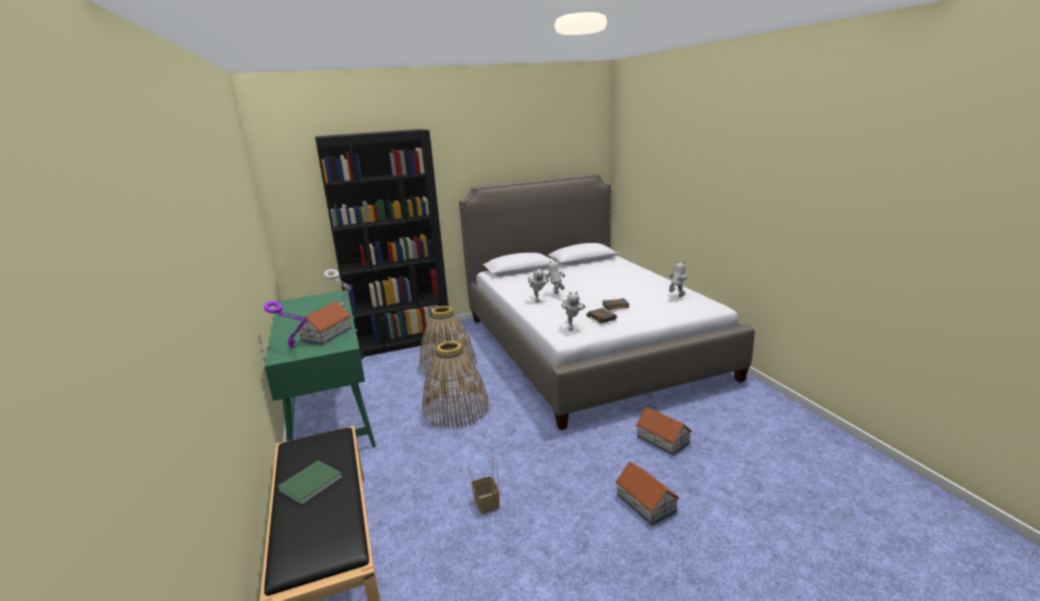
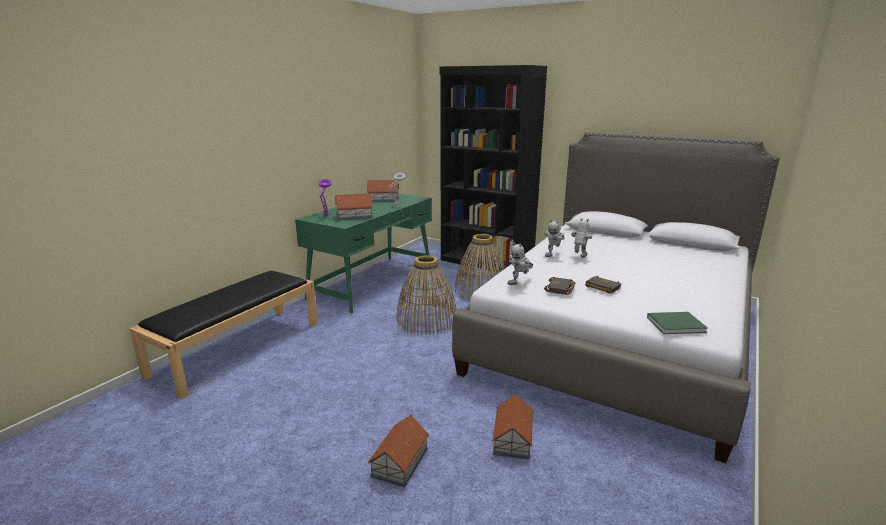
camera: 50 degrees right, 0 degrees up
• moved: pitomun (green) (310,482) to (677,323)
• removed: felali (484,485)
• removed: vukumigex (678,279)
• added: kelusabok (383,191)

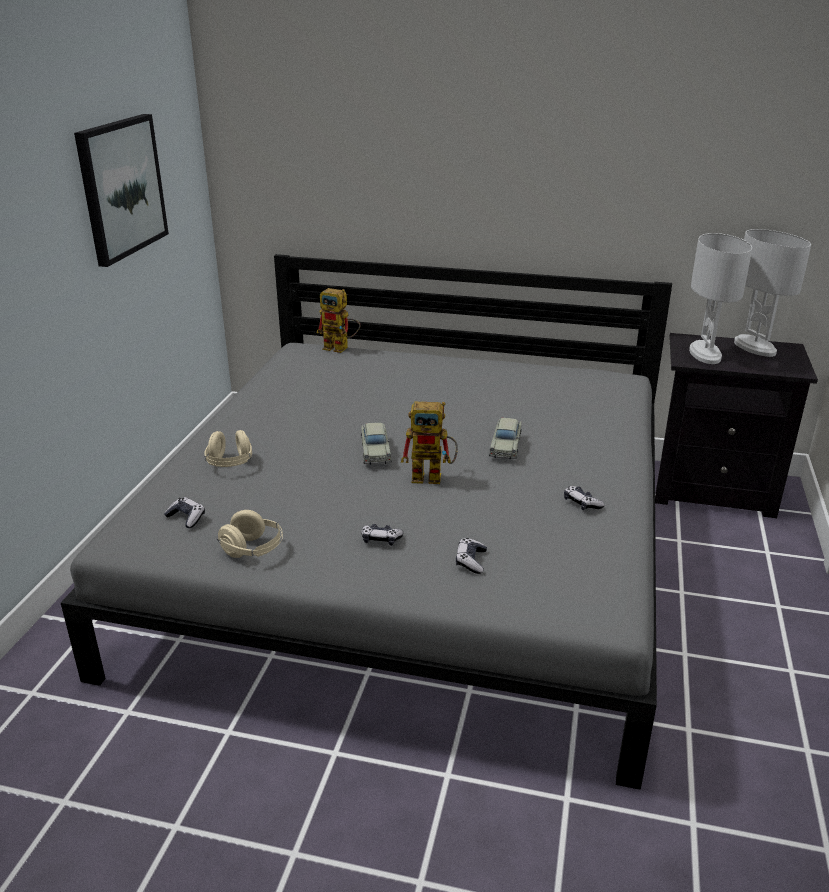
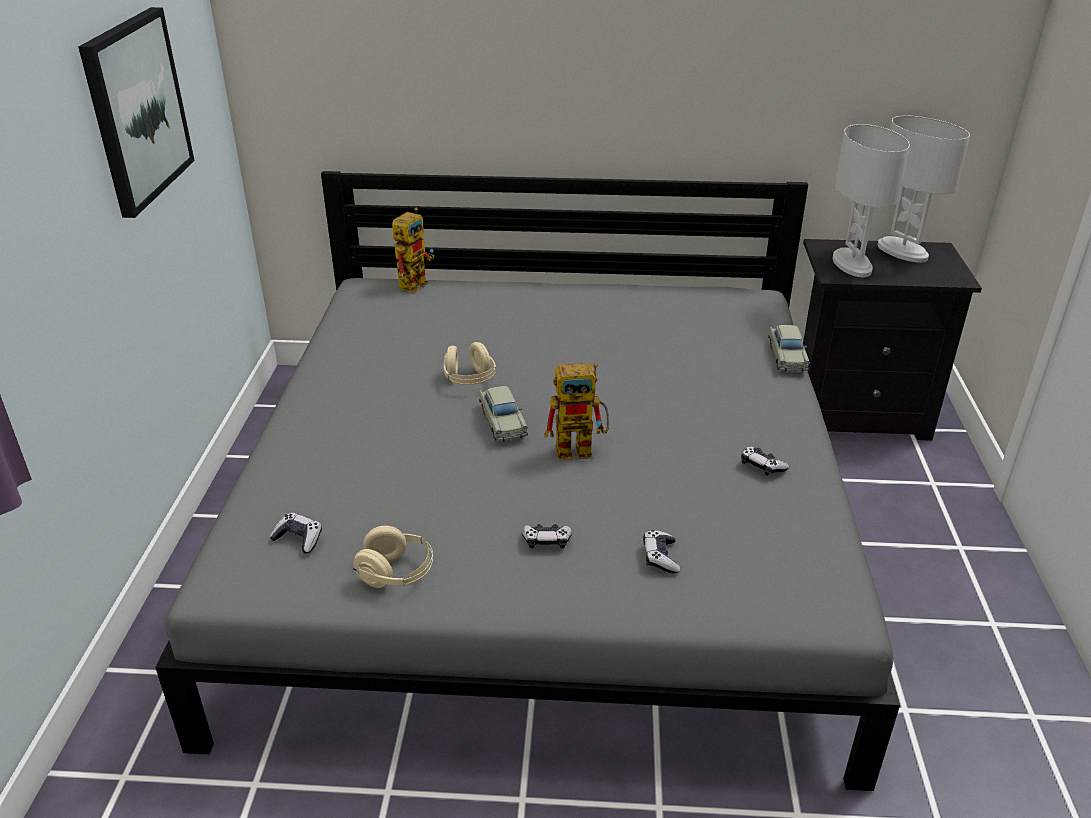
camera: 10 degrees left, 5 degrees up
• moved: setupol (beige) (228,448) to (469,363)
• turned: vukumigex (339,320) = (413,250) 75 degrees counterclockwise
• moved: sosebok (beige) (505,439) to (789,348)

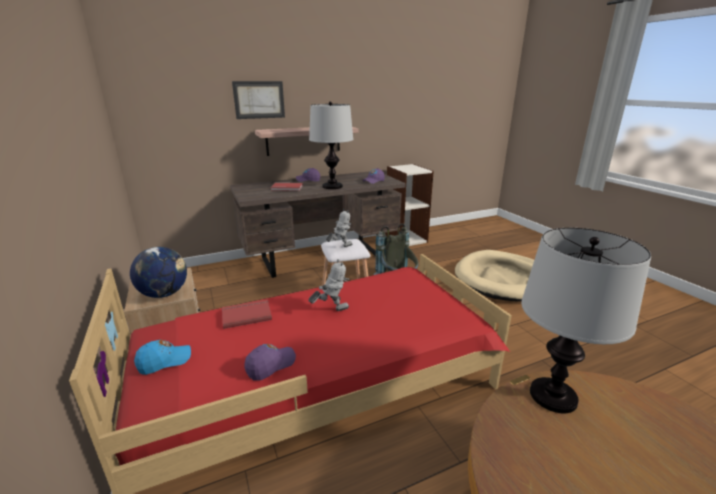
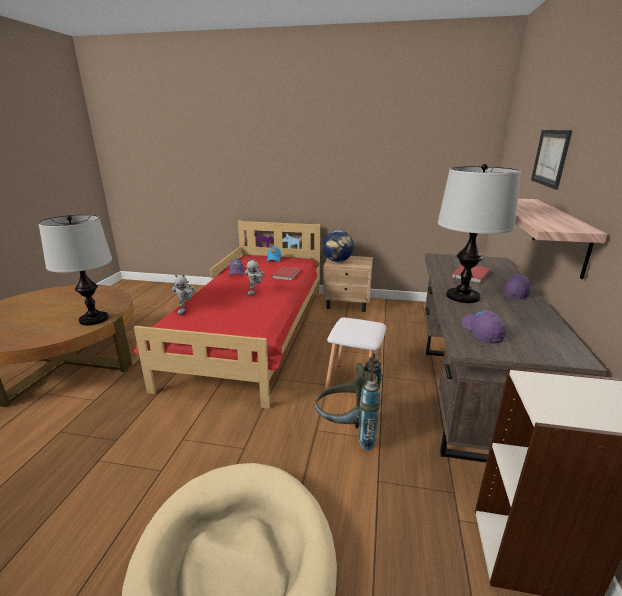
camera: 125 degrees right, 0 degrees up
• moved: vukumigex (339,228) to (183,294)

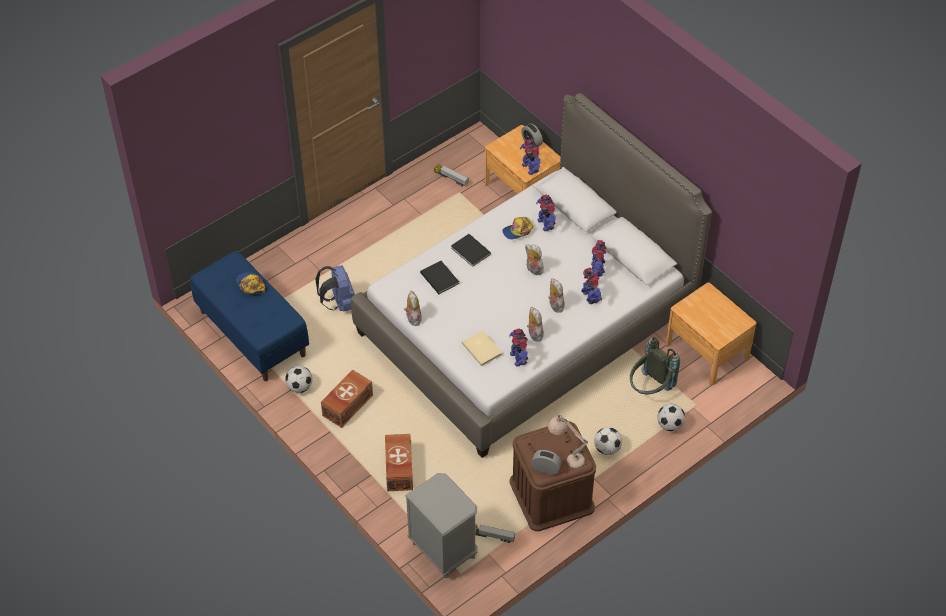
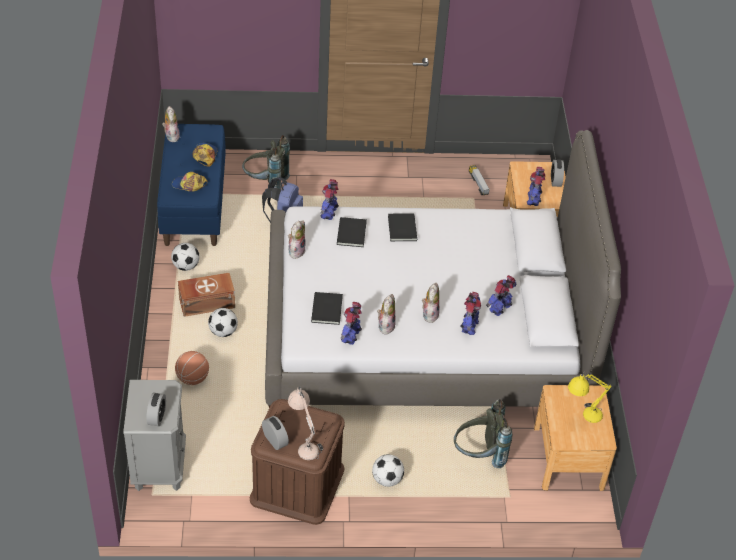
camera: 35 degrees right, 5 degrees down
• replaced: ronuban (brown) (399,462) to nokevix (192,368)
• recoloured: pitomun (beige) (482,348) to pitomun (black) (327,308)
• removed: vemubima (495,533)
• moved: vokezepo (518,228) to (190,181)
• moved: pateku (534,259) to (171,124)
• moved: vukumigex (546,212) to (330,199)
• moved: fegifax (671,417) to (223,322)
• added: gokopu (156,409)
• added: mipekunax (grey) (266,162)
• added: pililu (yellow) (590,397)

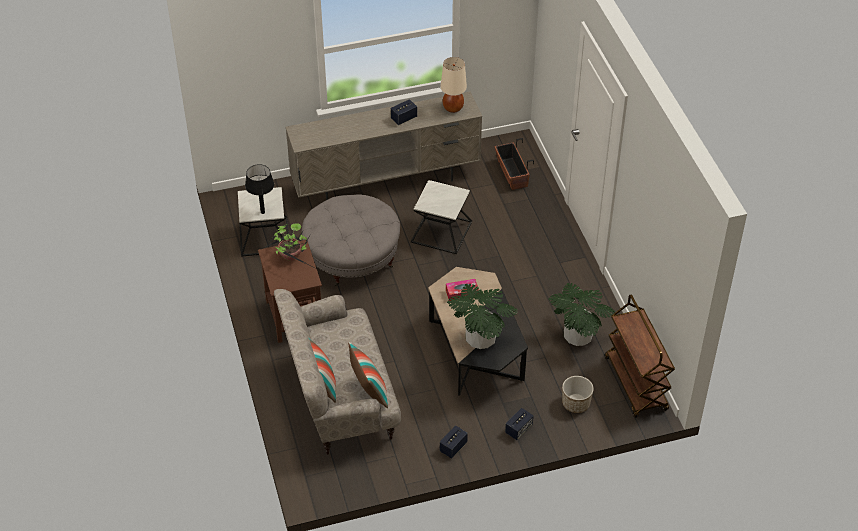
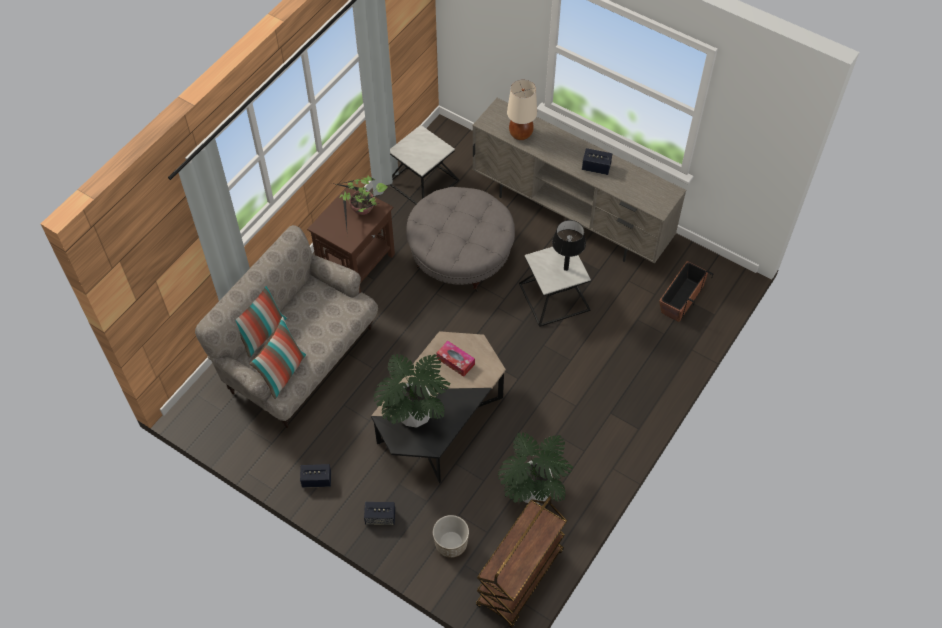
camera: 50 degrees right, 10 degrees up
• moved: pililu (black) (259,189) to (569,245)
• moved: pililu (beige) (454,85) to (522,110)

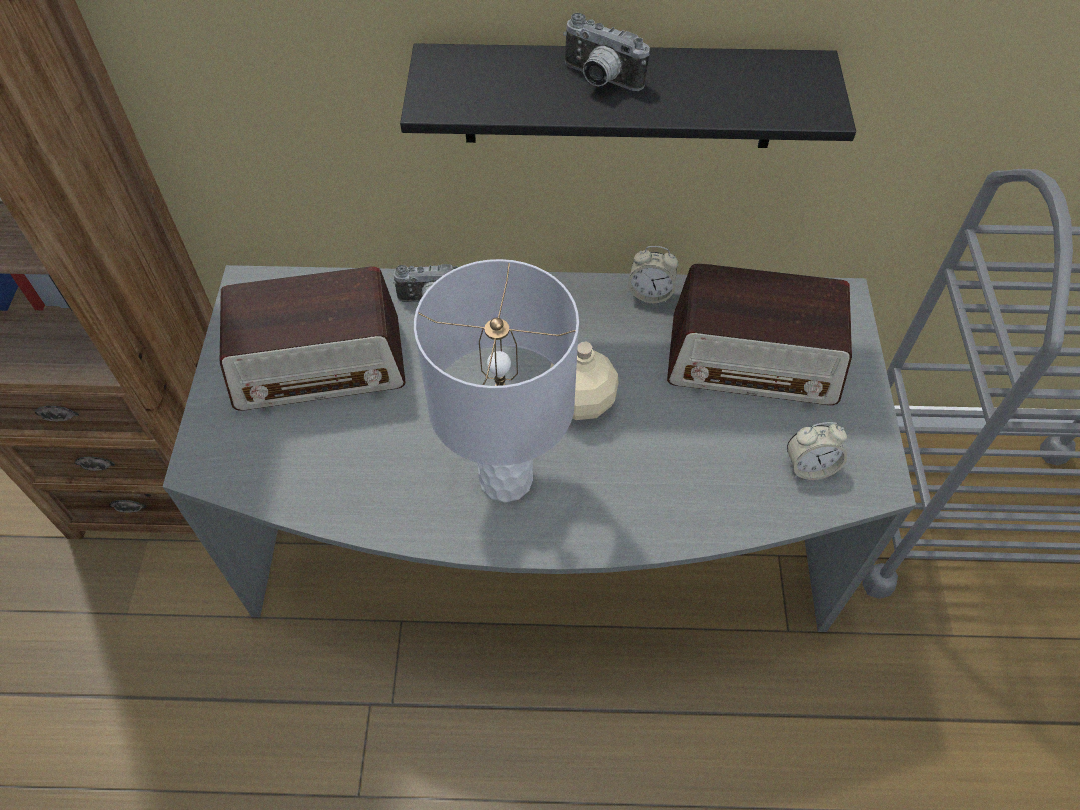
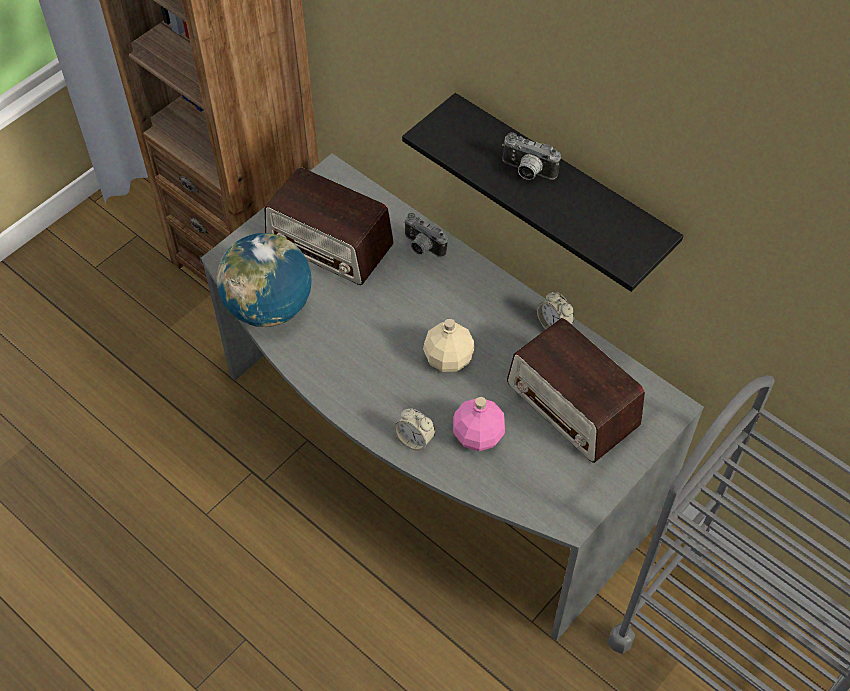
camera: 40 degrees right, 0 degrees up
• removed: pililu (grey) (496,380)
• turned: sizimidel (606,52) = (531,156) 45 degrees counterclockwise
• moved: gokopu (817,451) to (414,429)
• added: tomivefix (263,280)
• added: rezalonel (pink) (479,424)

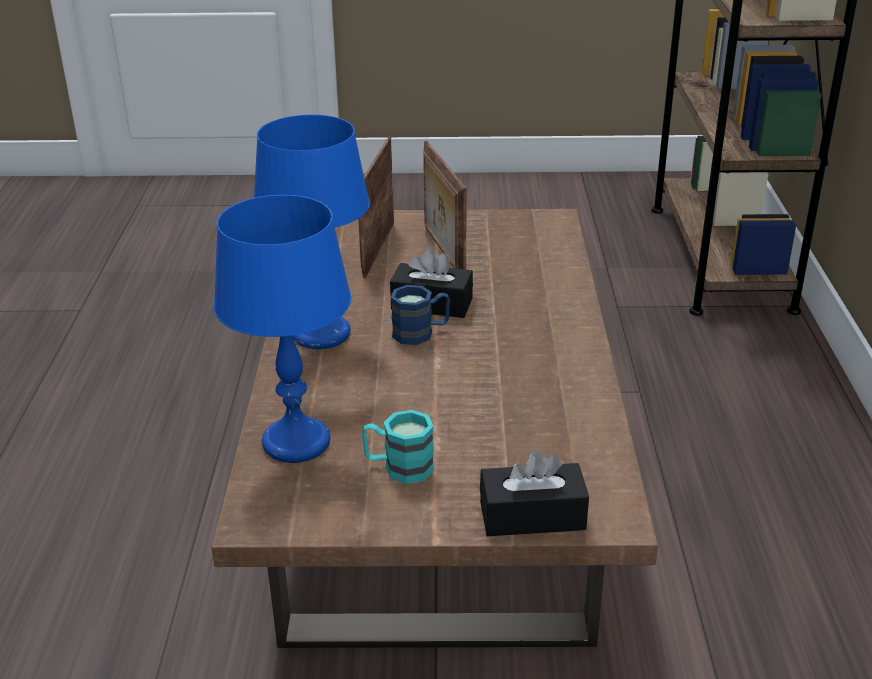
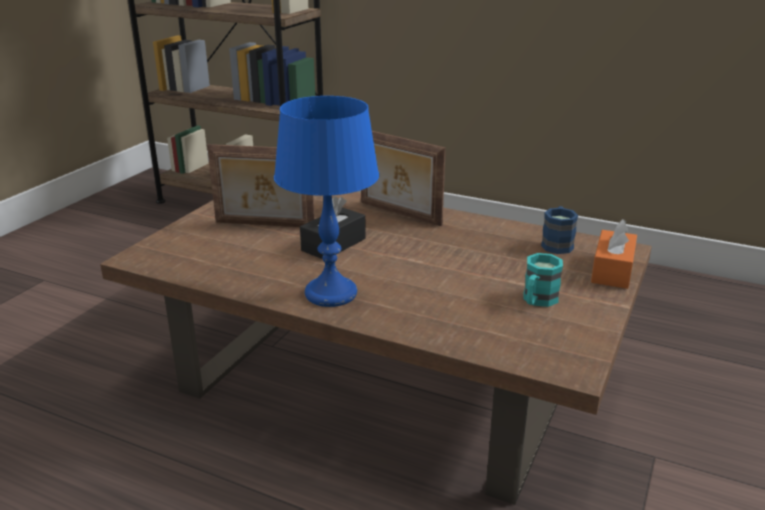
camera: 65 degrees left, 5 degrees down
• removed: pililu (blue) (282,329)
• moved: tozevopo (376,207) to (403,178)
• moved: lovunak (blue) (420,315) to (559,230)
• recoloured: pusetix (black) (534,493) to pusetix (orange) (614,254)

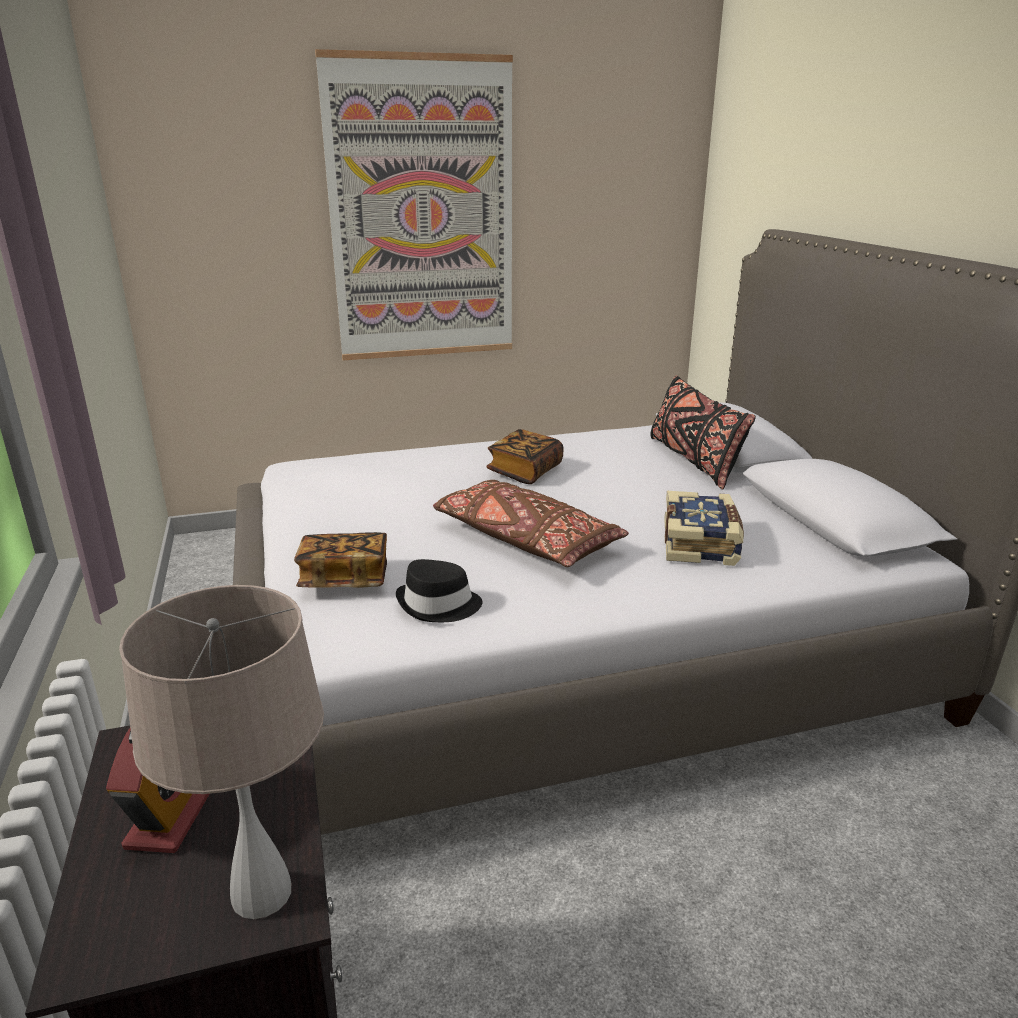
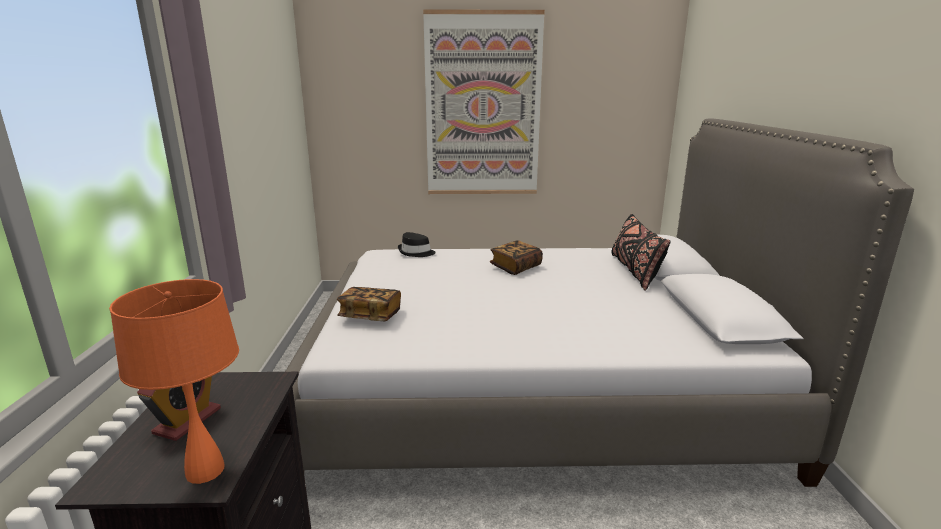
camera: 15 degrees right, 5 degrees down
• recoloured: pililu (beige) (221,752) to pililu (orange) (174,381)
• moved: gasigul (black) (439,590) to (417,244)
• removed: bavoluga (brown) (531,523)
• removed: pitomun (704,528)

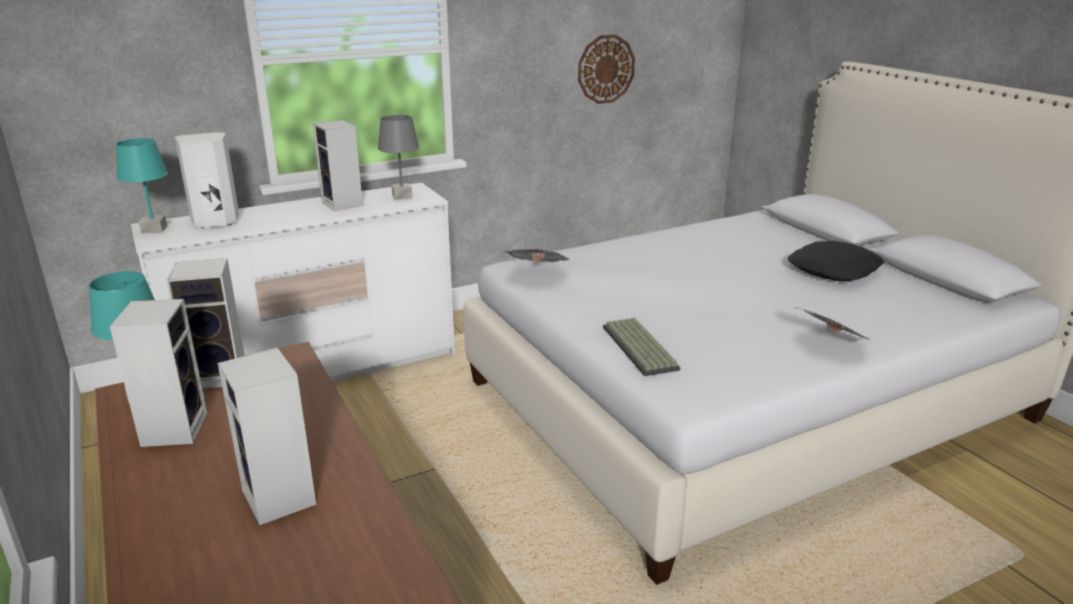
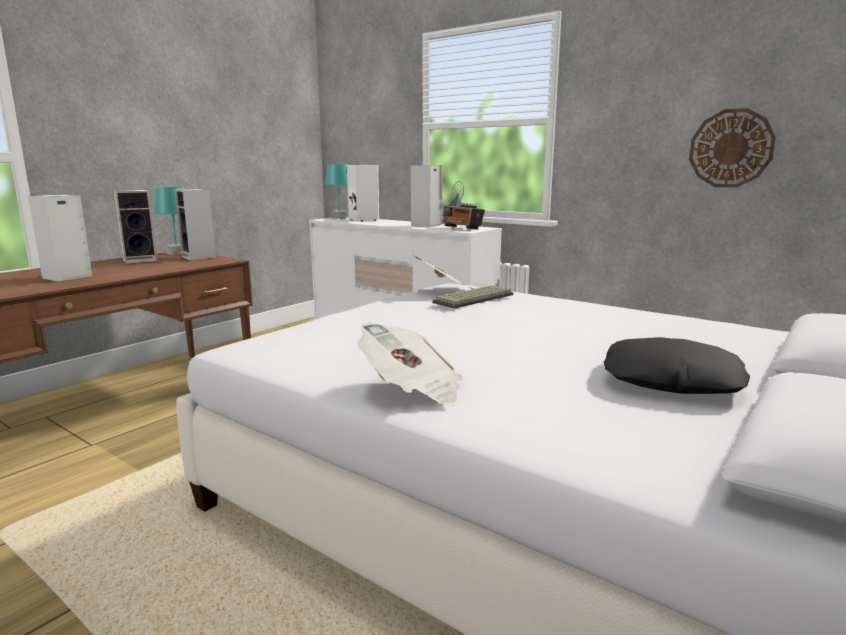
camera: 65 degrees right, 10 degrees down
• replaced: pililu (grey) (398,157) to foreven (463,205)
• moved: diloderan (641,347) to (472,297)

